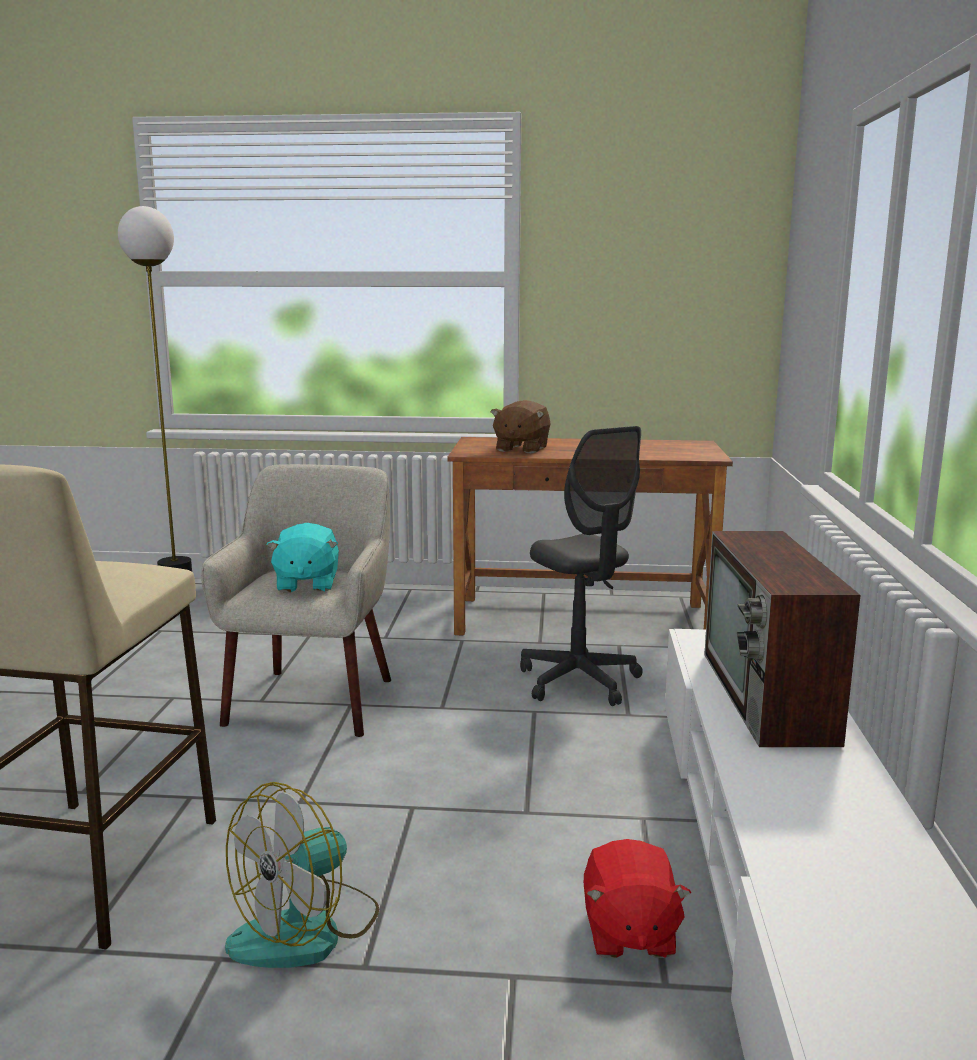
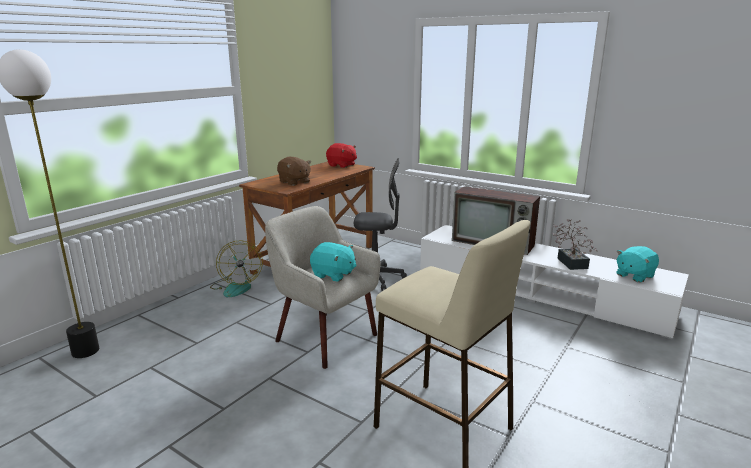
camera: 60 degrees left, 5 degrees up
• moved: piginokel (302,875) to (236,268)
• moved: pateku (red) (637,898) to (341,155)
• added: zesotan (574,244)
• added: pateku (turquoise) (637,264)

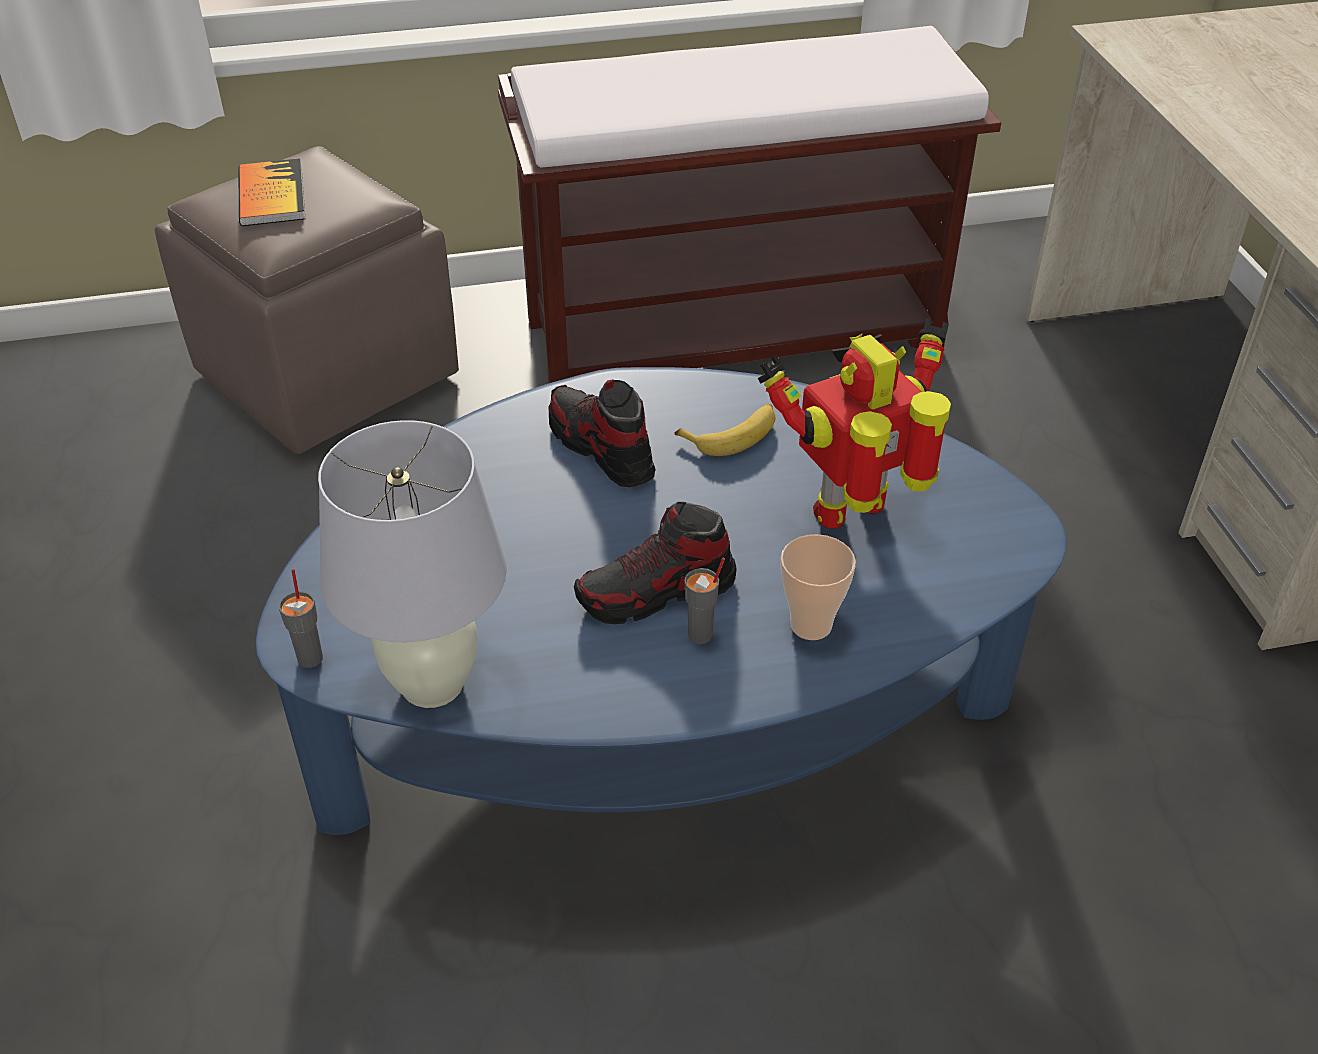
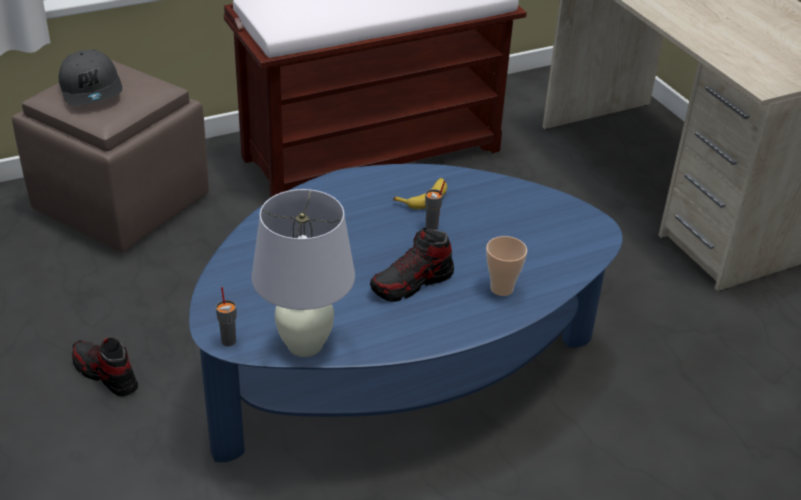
camera: 15 degrees left, 5 degrees down
• replaced: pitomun (271,192) to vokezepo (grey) (90,77)
• moved: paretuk (602,433) to (105,367)
• moved: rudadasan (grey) (704,601) to (435,205)
• removed: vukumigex (854,423)

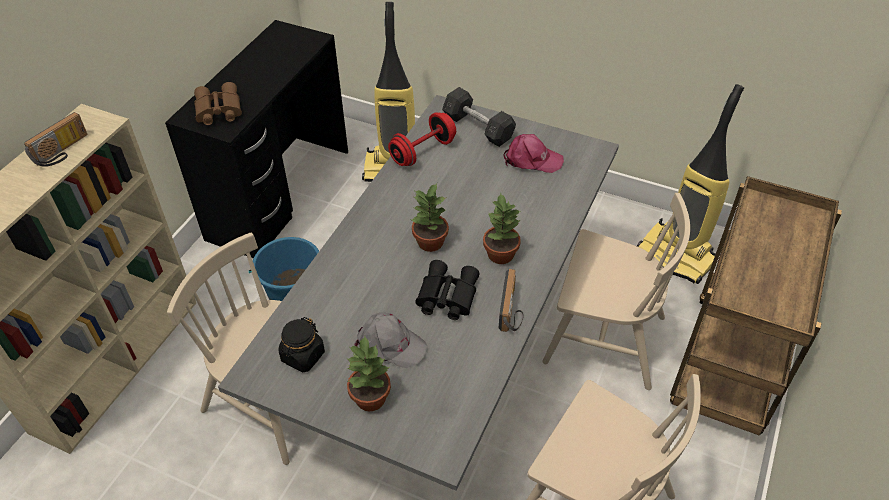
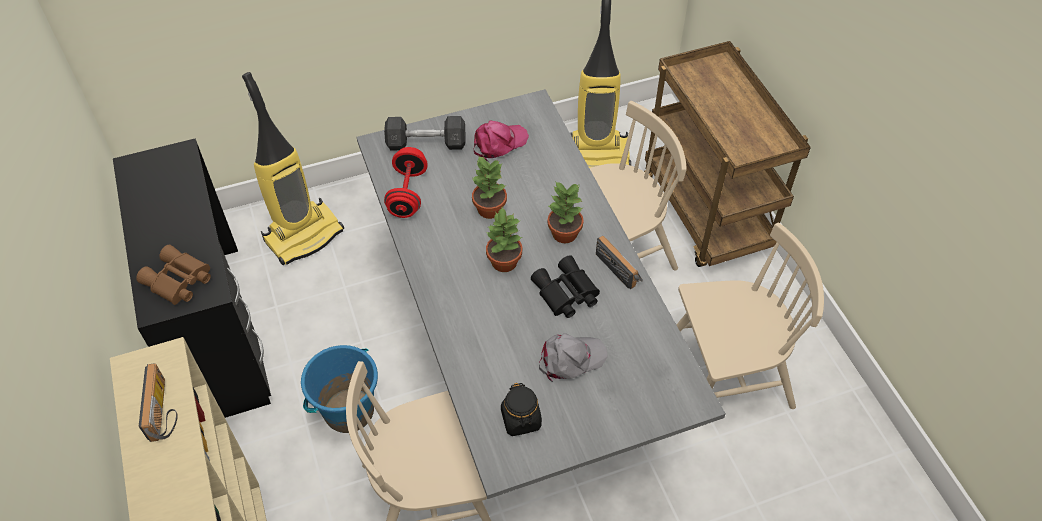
camera: 45 degrees left, 5 degrees up
• moved: zesotan (368,374) to (489,187)

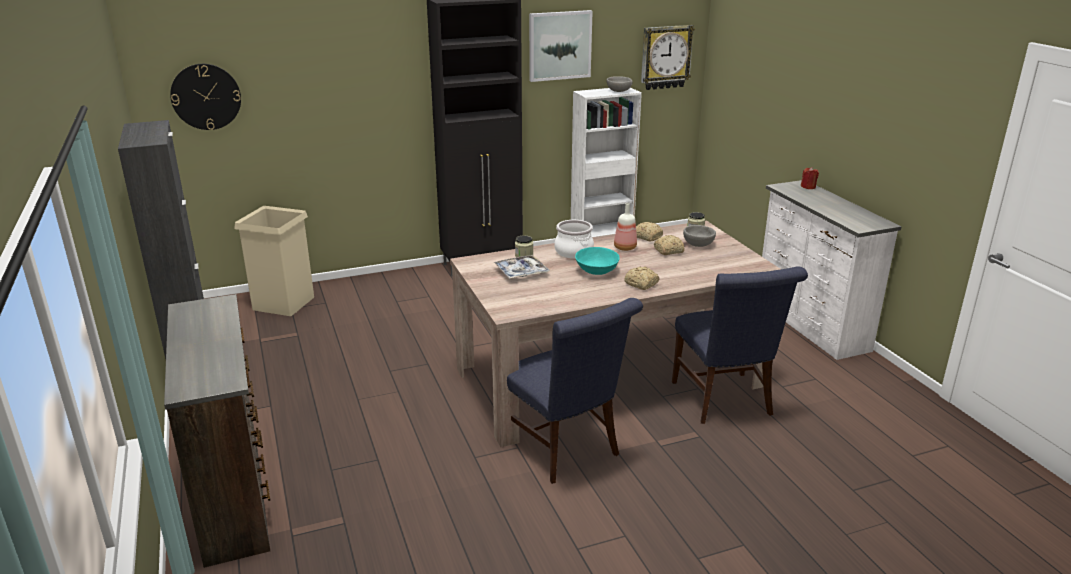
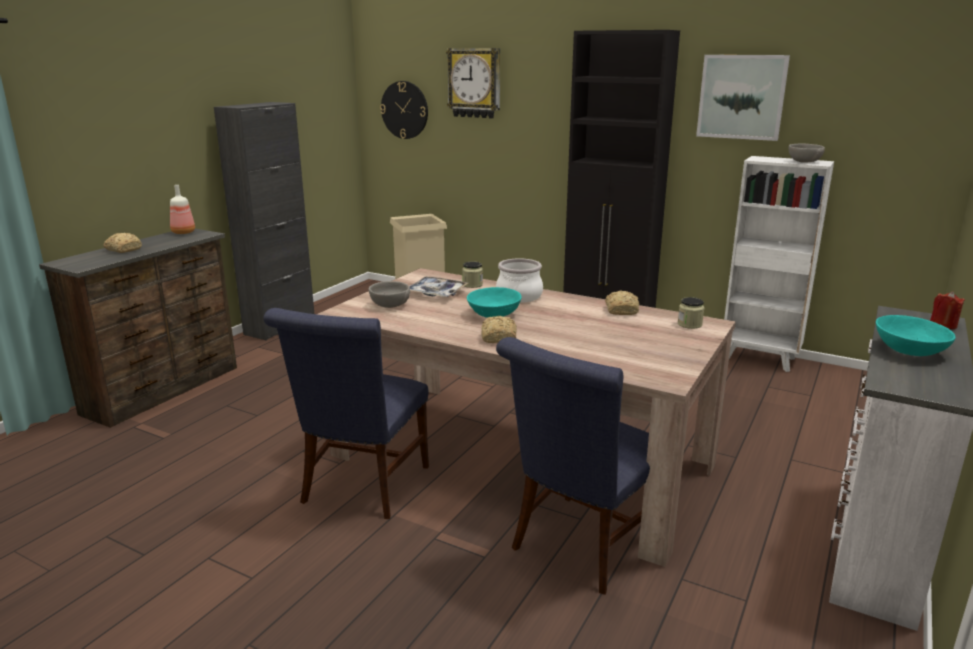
camera: 50 degrees right, 5 degrees down
• moved: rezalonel (625,227) to (182,209)
• moved: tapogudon (668,57) to (473,83)
• moved: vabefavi (669,245) to (123,243)
• moved: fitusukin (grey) (699,236) to (389,294)
• added: fitusukin (turquoise) (915,335)

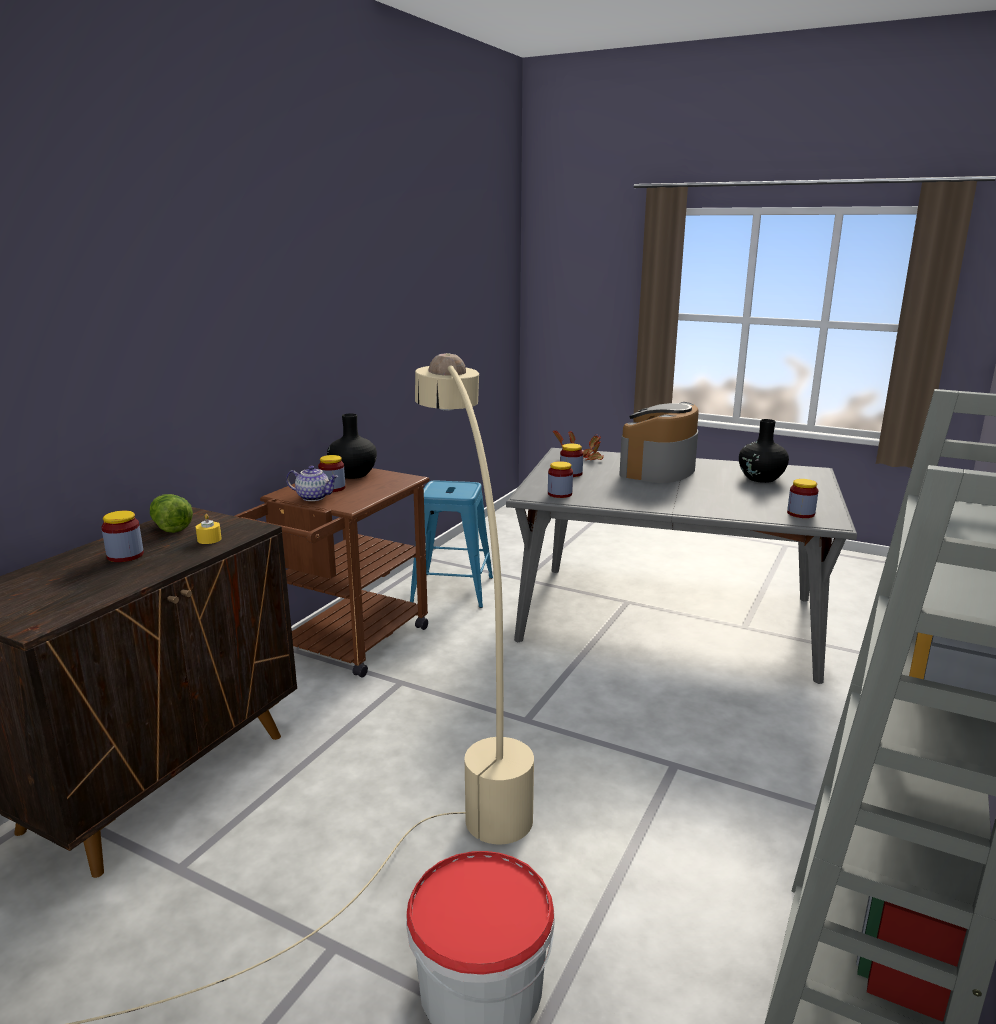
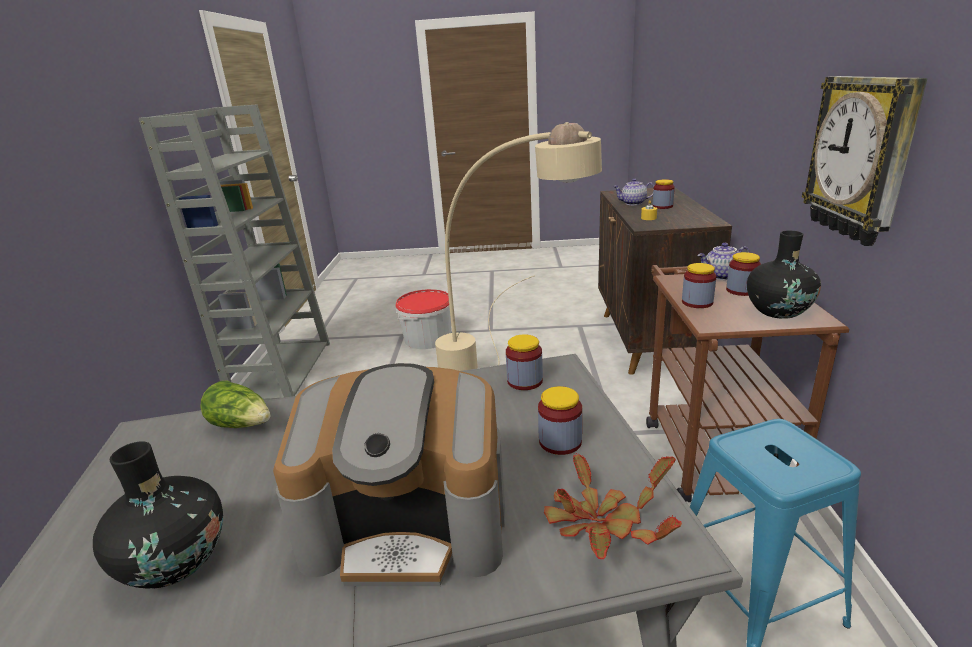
camera: 155 degrees right, 5 degrees up
• moved: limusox (171,513) to (235,404)
• turned: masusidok (659,442) = (389,474) 90 degrees clockwise
• moved: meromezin (802,498) to (699,285)
• added: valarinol (633,191)
• added: tapogudon (865,161)

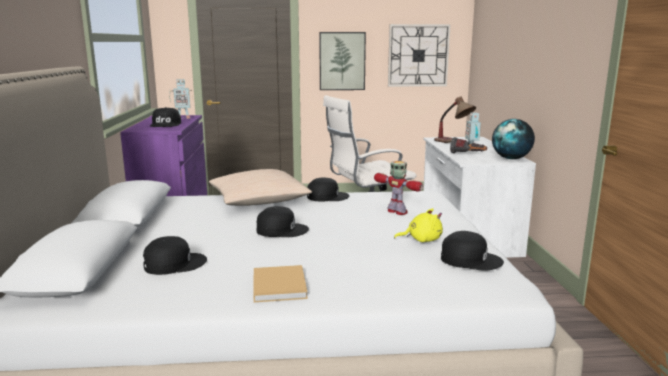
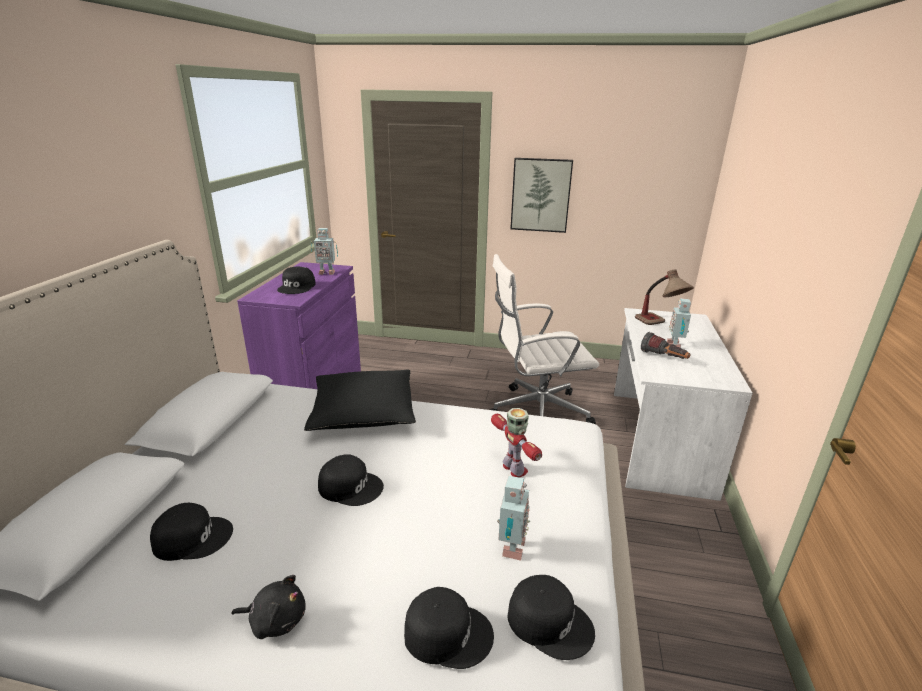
camera: 15 degrees right, 10 degrees up
• recoloured: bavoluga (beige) (260,187) to bavoluga (black) (360,400)
• replaced: pitomun (beige) (280,283) to pateku (black) (268,607)
• moved: vokezepo (black) (328,190) to (449,628)
• removed: tapogudon (419,55)
• replaced: pateku (yellow) (418,225) to vukumigex (513,518)
• removed: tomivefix (513,139)

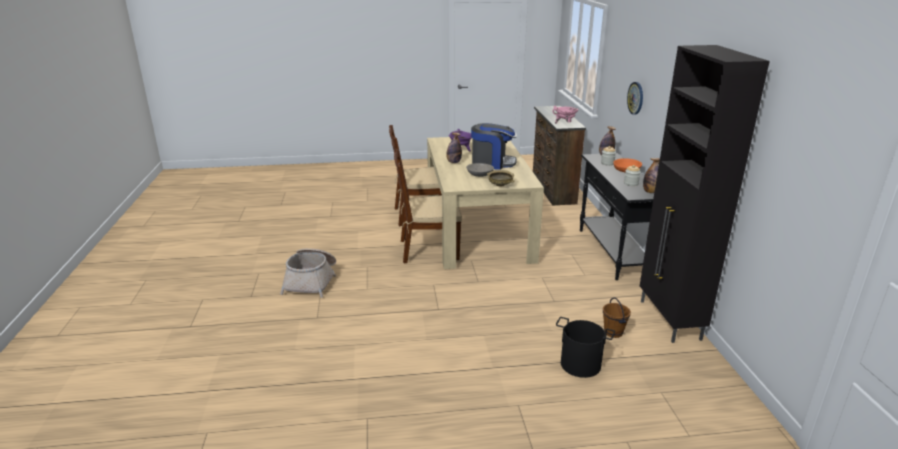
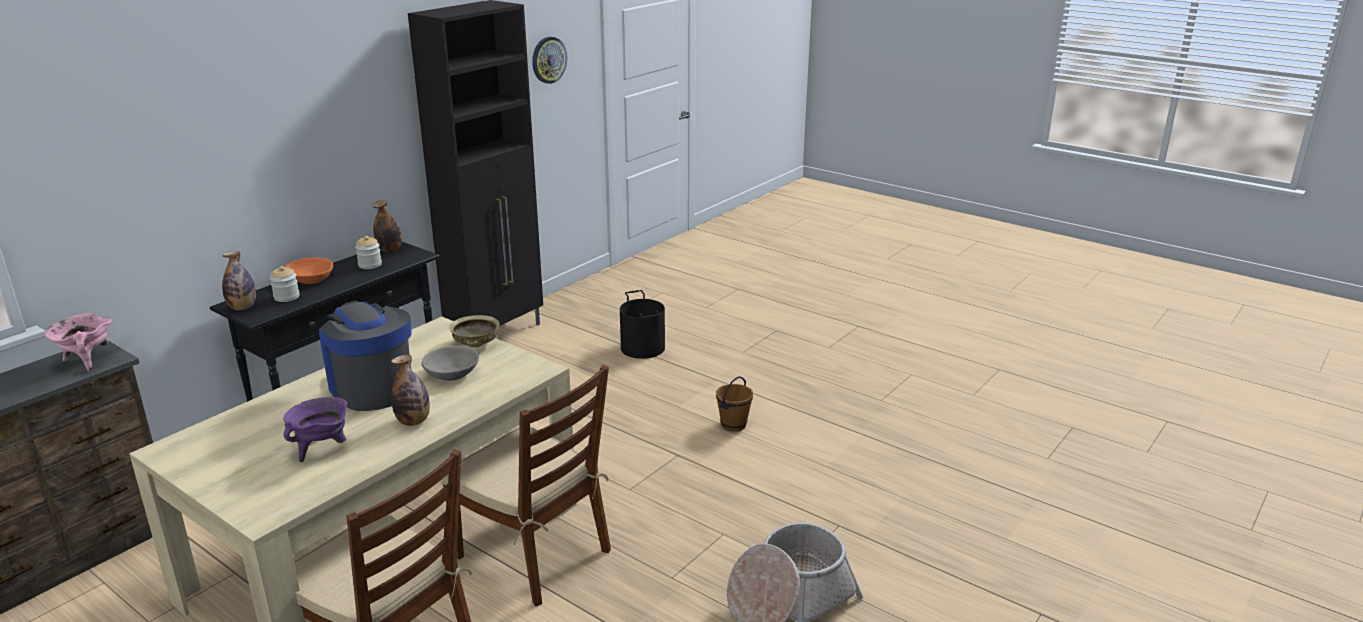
camera: 135 degrees left, 0 degrees up
• moved: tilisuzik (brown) (617,318) to (734,404)
• moved: tapogudon (635,98) to (549,60)

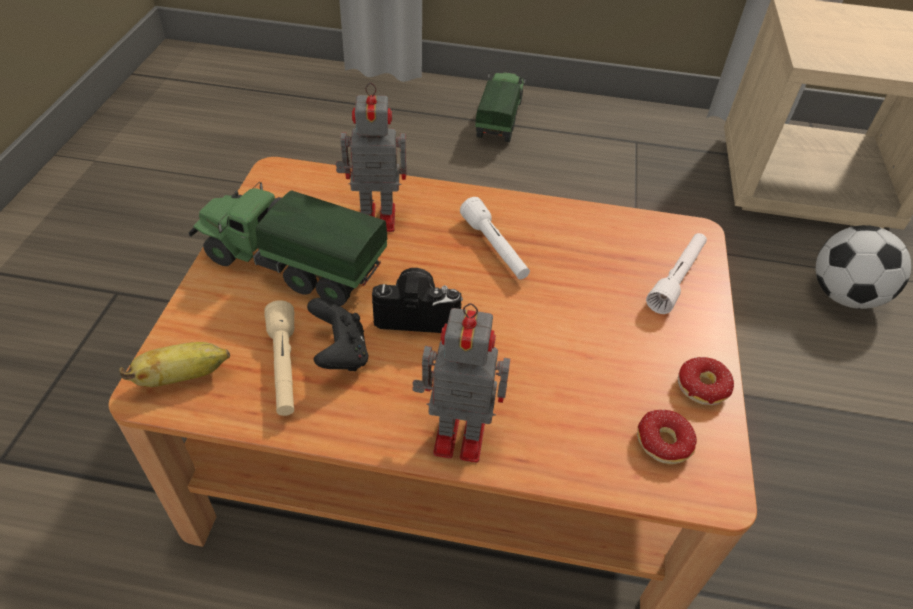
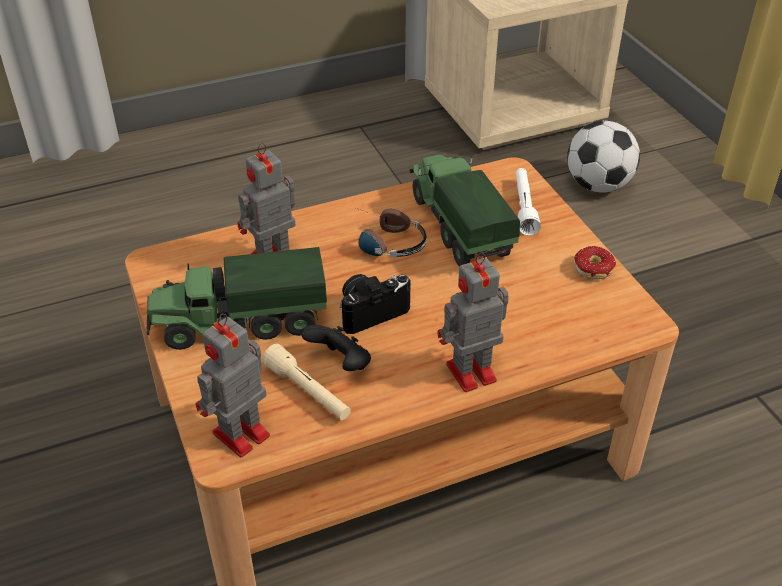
camera: 30 degrees left, 5 degrees down
• replaced: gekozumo (174,364) to vukumigex (233,385)
• replaced: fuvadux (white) (495,238) to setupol (391,233)
• moved: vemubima (500,107) to (465,211)
• removed: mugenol (667,437)

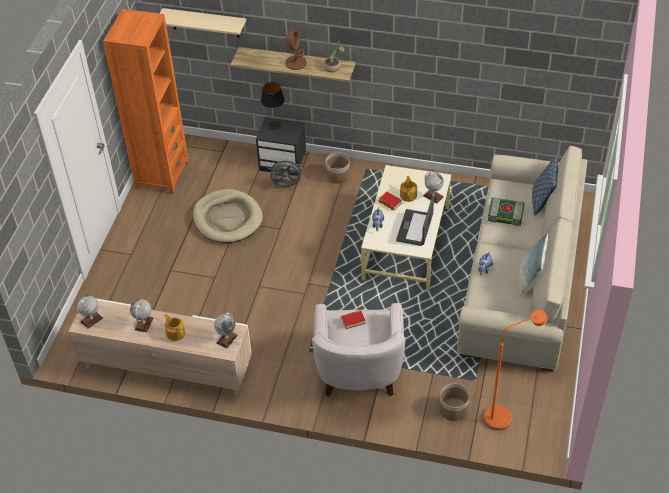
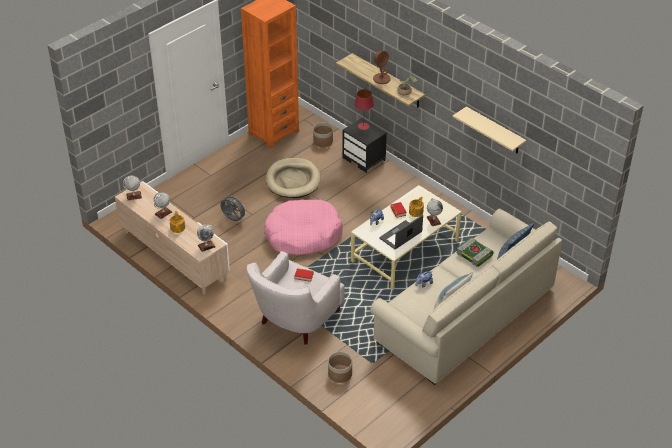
camera: 30 degrees right, 5 degrees down
• moved: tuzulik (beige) (203,23) to (489,129)
• recoloured: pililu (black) (273,106) to pililu (red) (364,109)
• moved: piginokel (grey) (286,172) to (233,207)
• moved: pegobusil (337,168) to (323,135)
• removed: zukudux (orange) (516,370)
• added: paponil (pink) (303,227)

